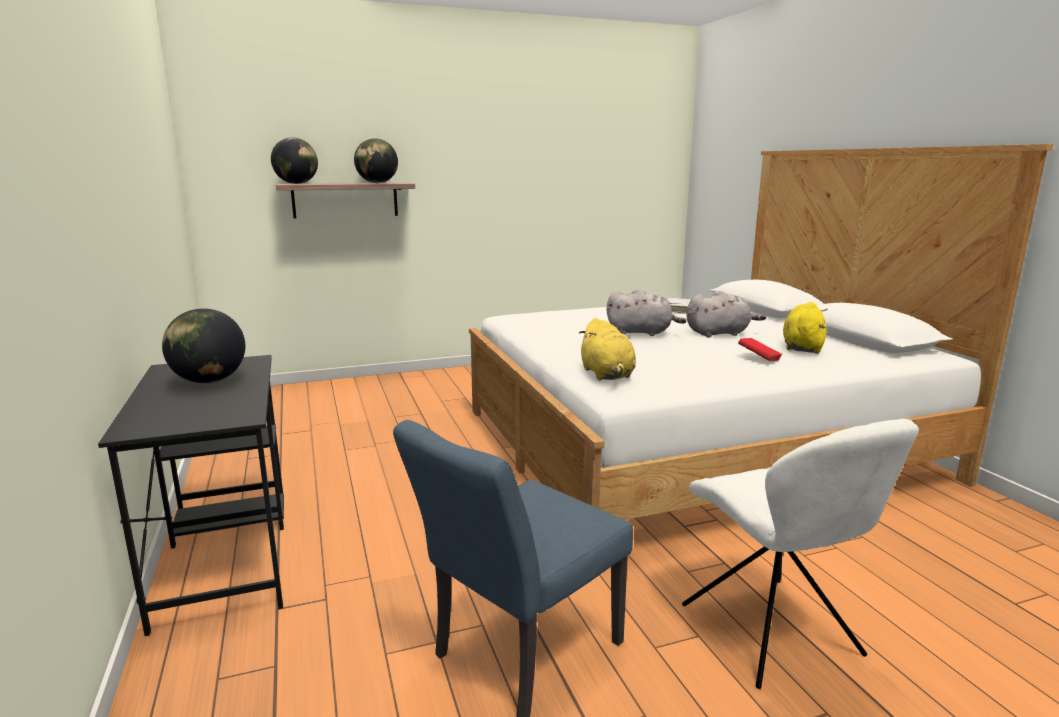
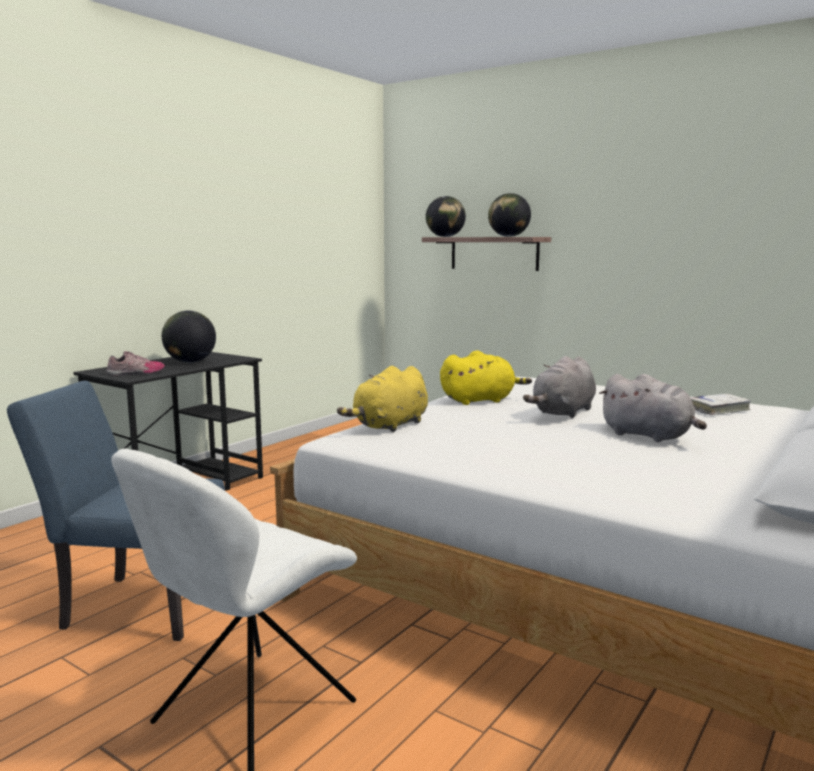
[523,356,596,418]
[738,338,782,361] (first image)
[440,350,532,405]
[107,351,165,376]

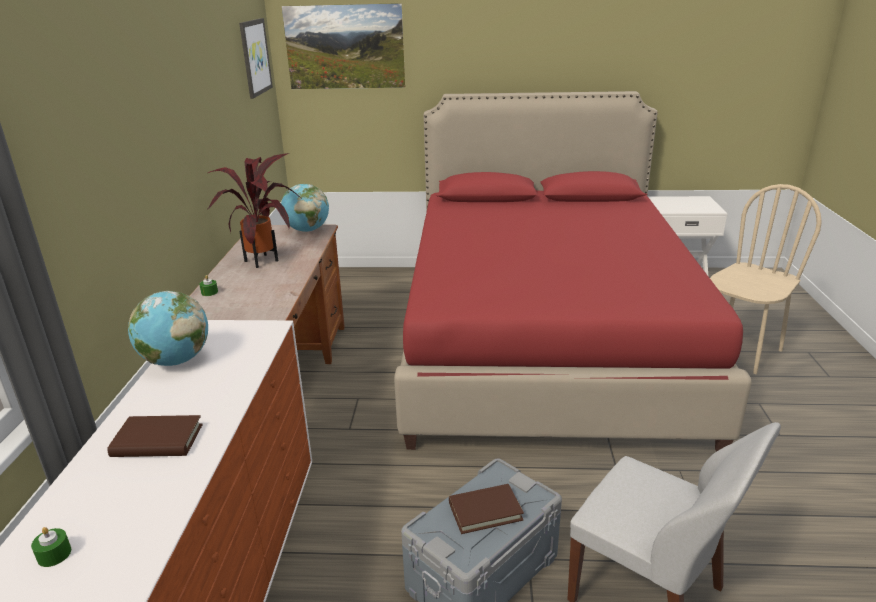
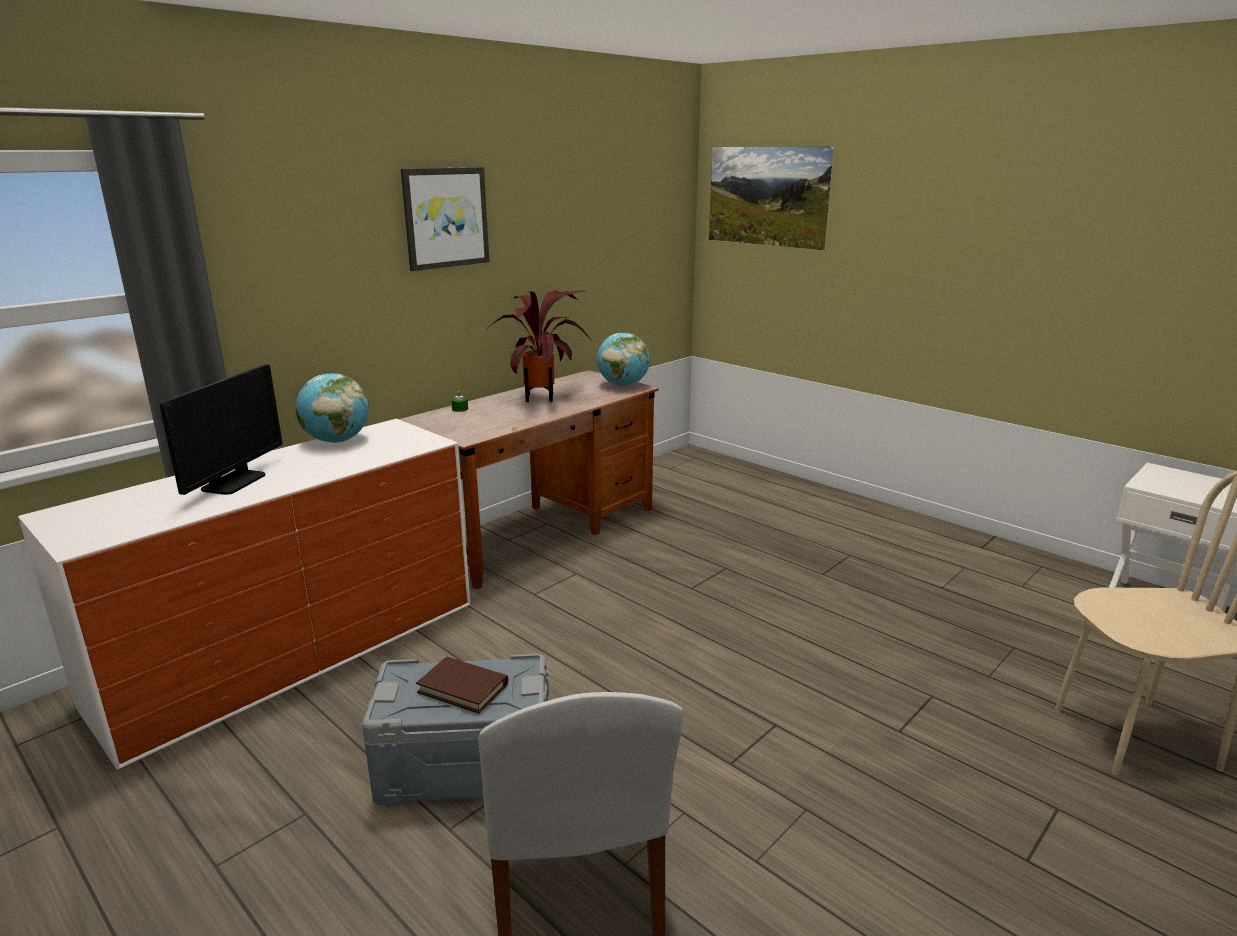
[31,527,71,567] (first image)
[159,364,283,495]
[401,167,489,271]
[394,91,752,452] (first image)

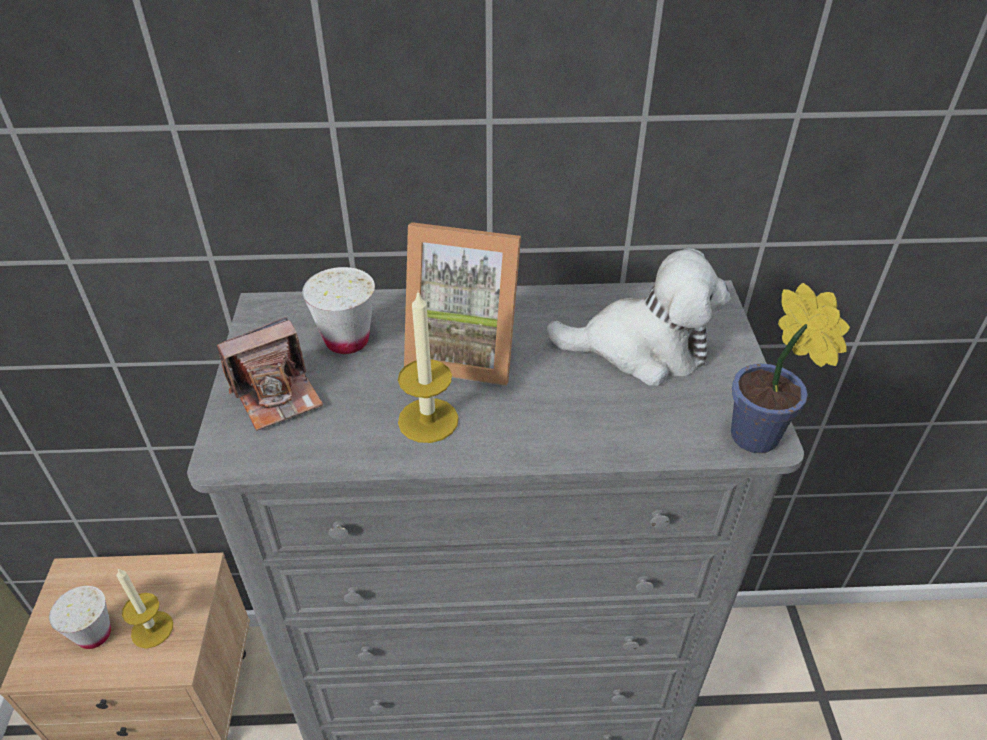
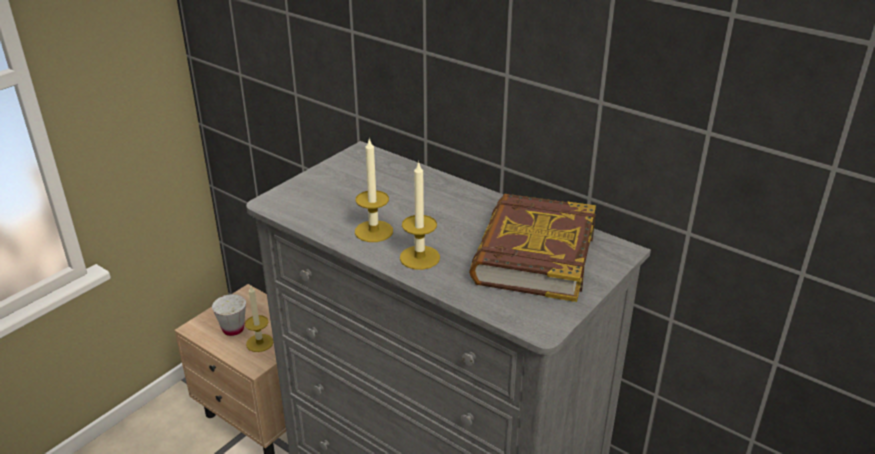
[217,317,323,431] (first image)
[302,267,375,354] (first image)
[404,222,521,386] (first image)
[469,194,596,302]
[731,283,850,453] (first image)
[400,161,440,270]

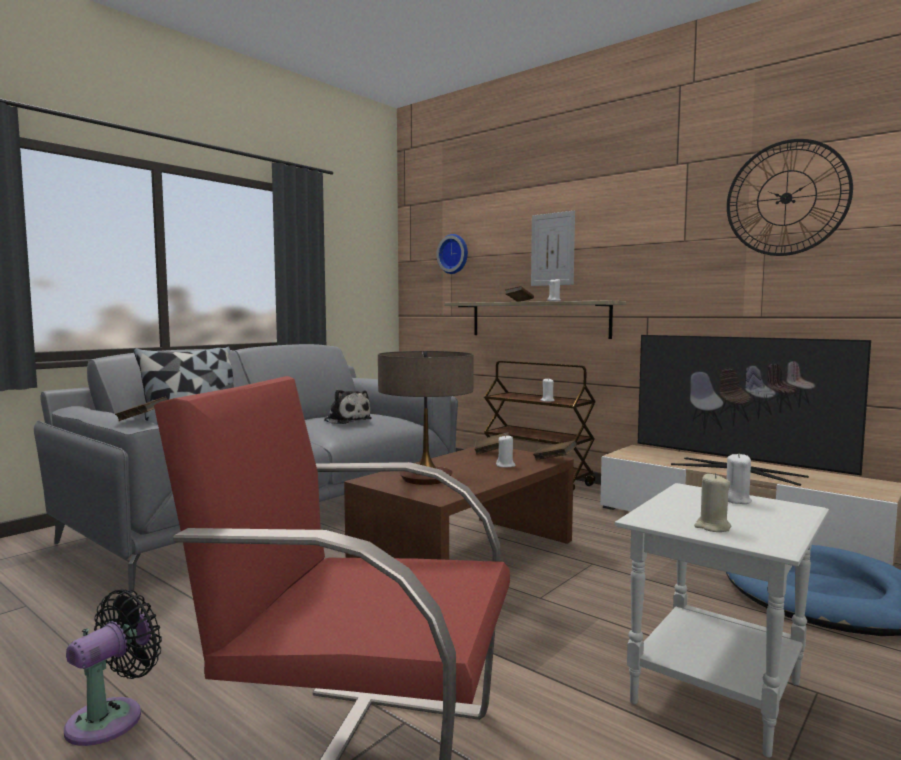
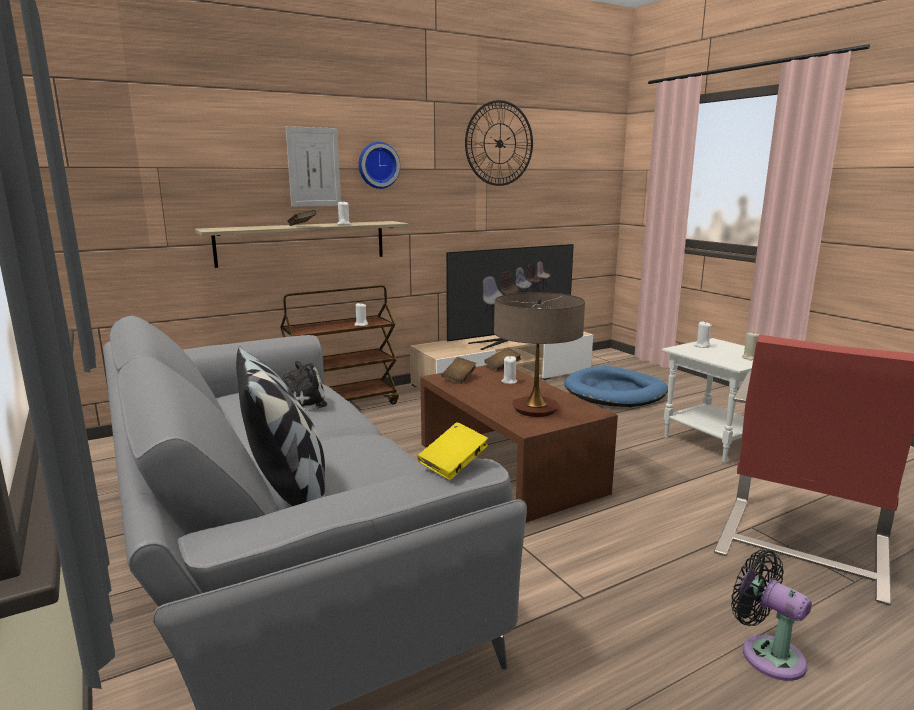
[417,422,488,480]
[358,142,400,189]

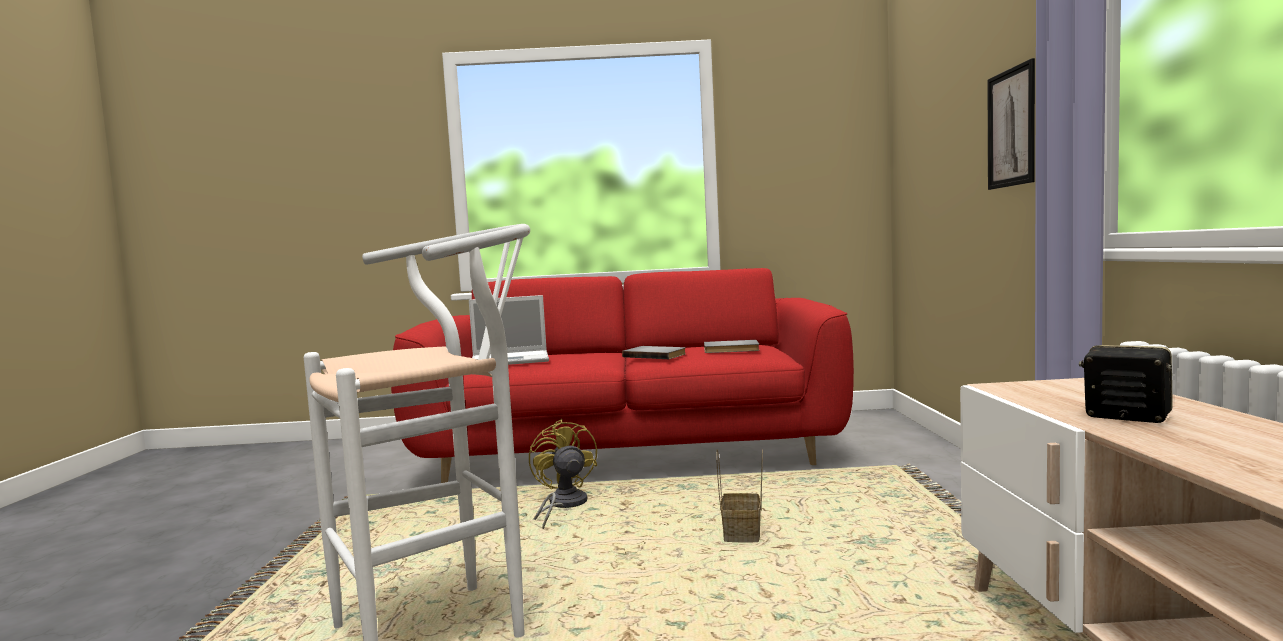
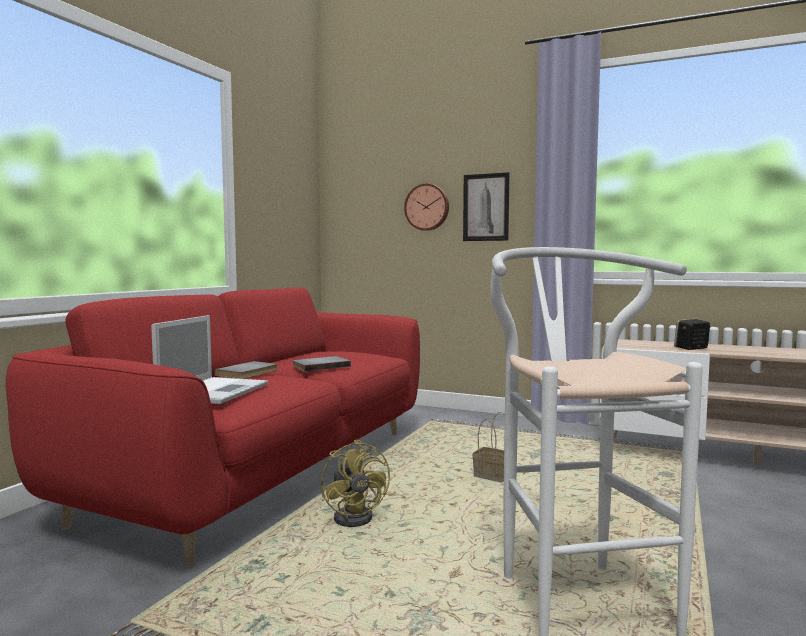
[321,440,390,527]
[214,361,278,379]
[404,183,449,231]

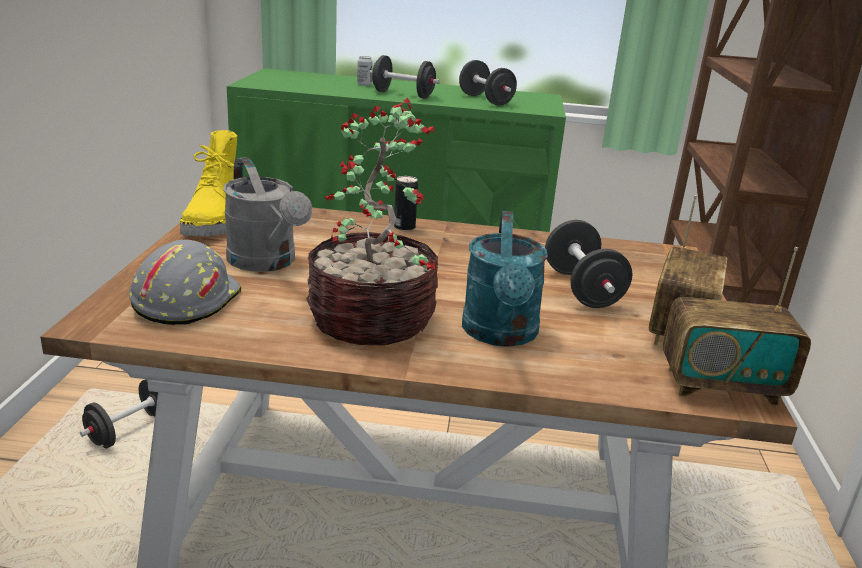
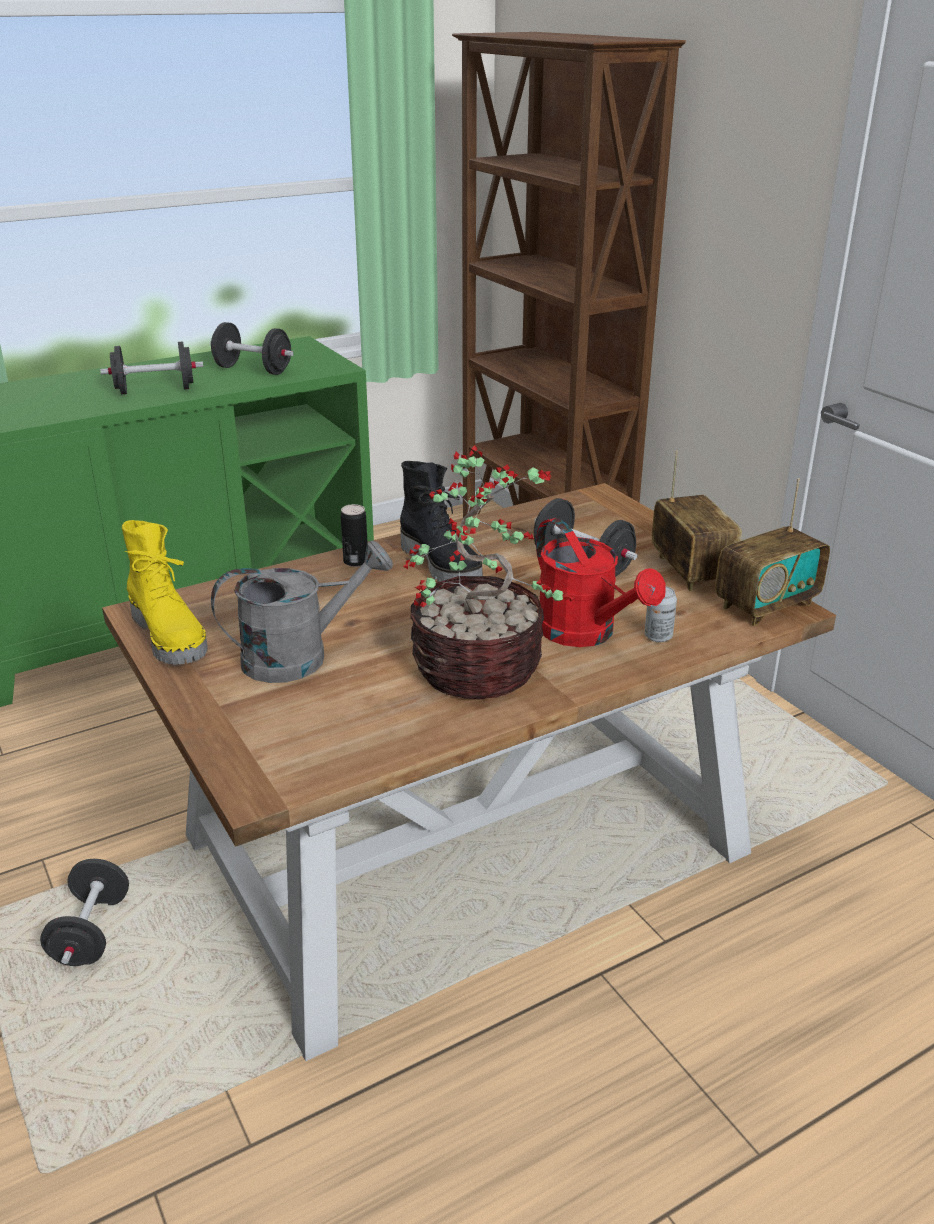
[129,240,241,325] (first image)
[211,540,393,683]
[645,586,677,642]
[536,518,666,647]
[400,461,483,582]

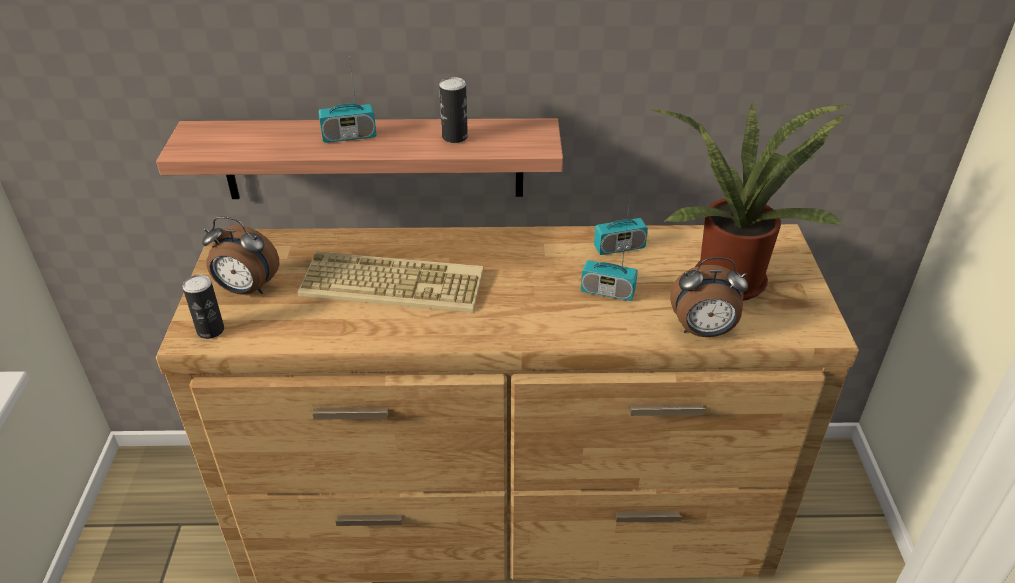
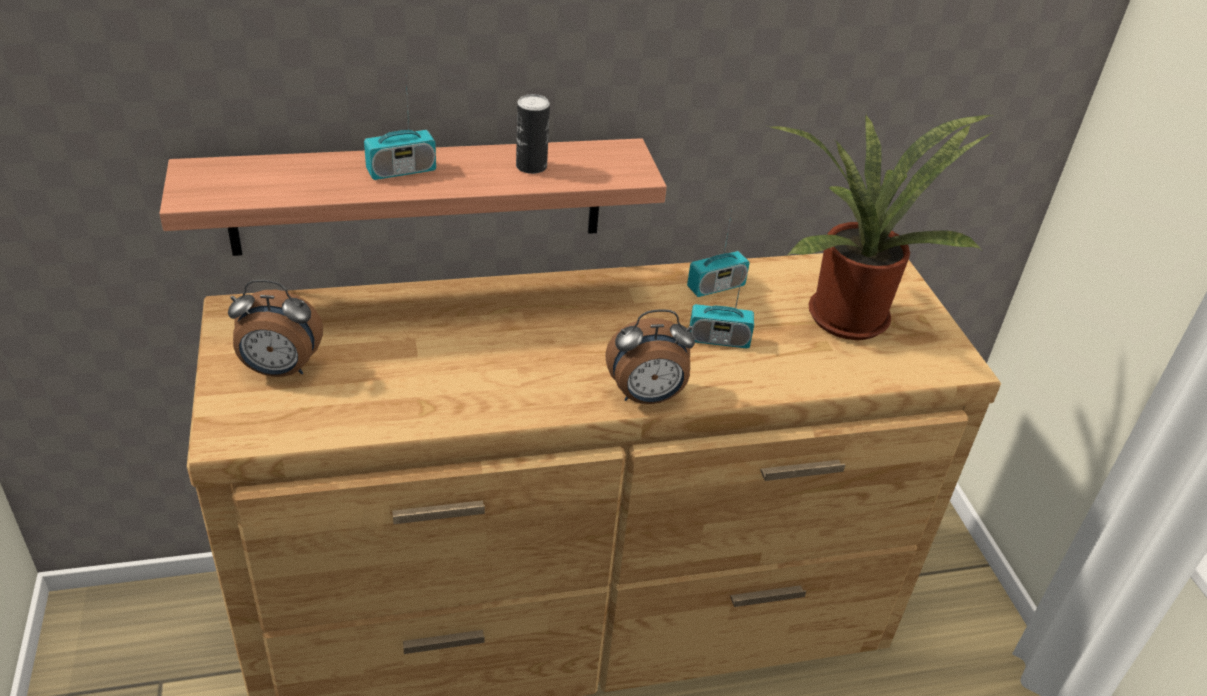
[183,275,224,339] (first image)
[298,252,483,312] (first image)
[605,309,695,404]

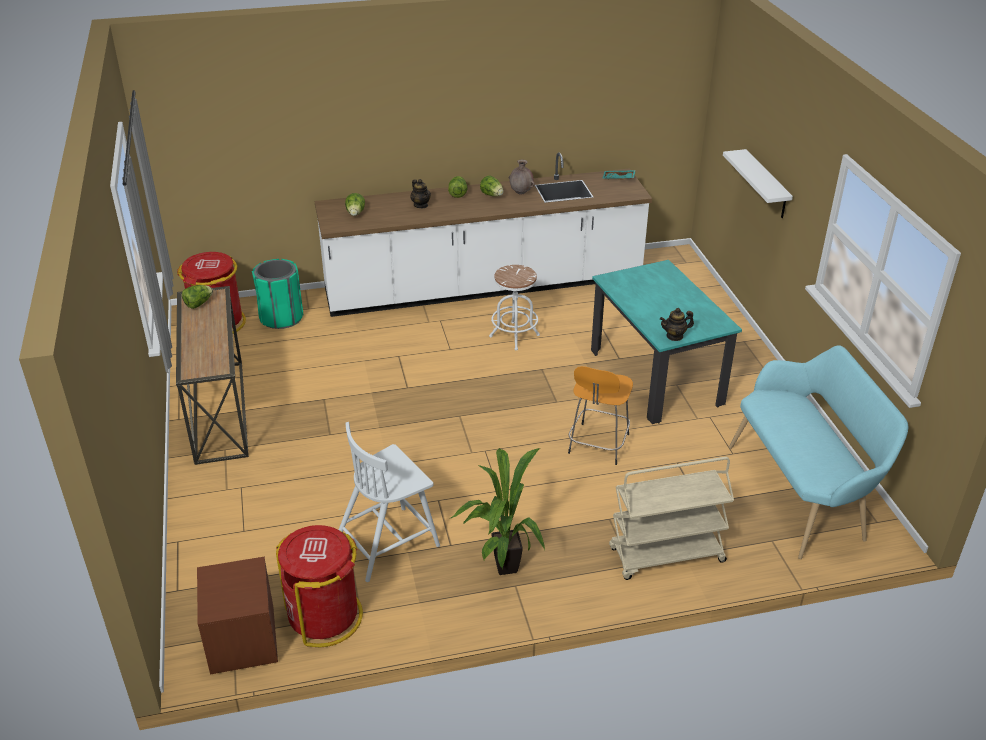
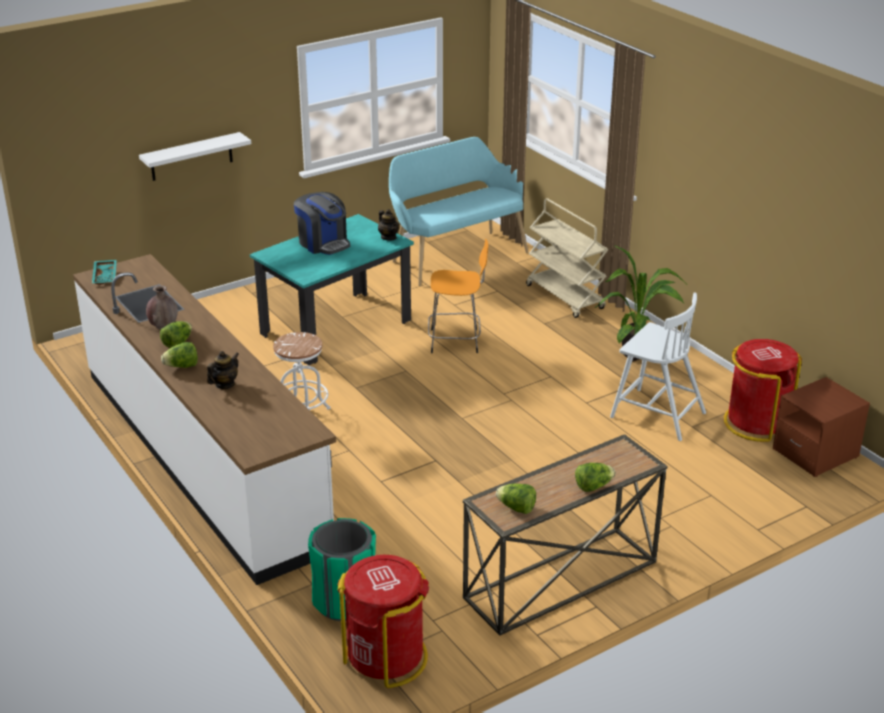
[575,463,615,492]
[294,192,350,255]

